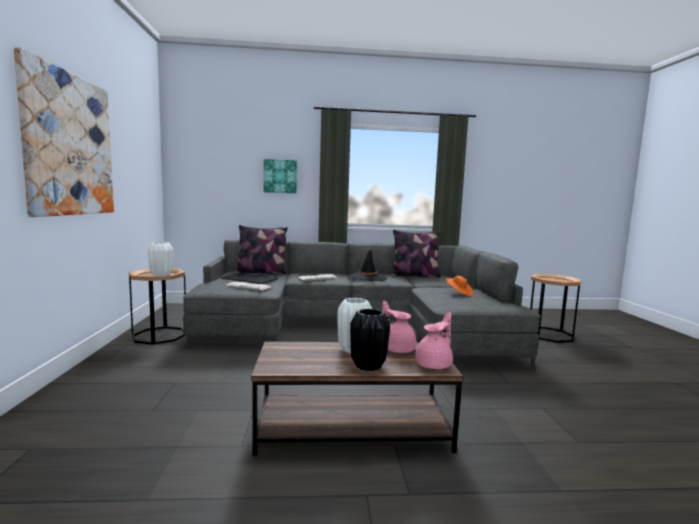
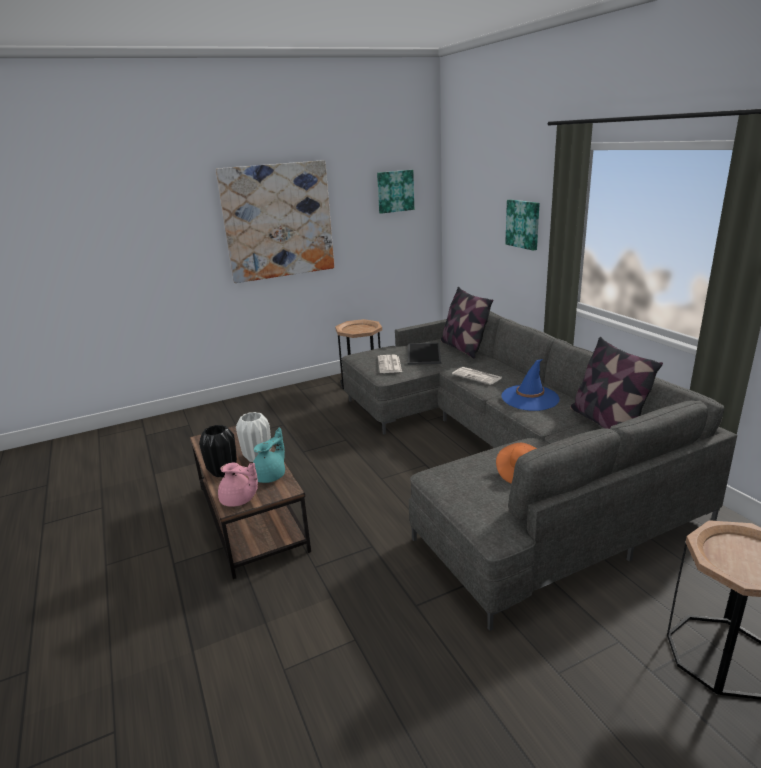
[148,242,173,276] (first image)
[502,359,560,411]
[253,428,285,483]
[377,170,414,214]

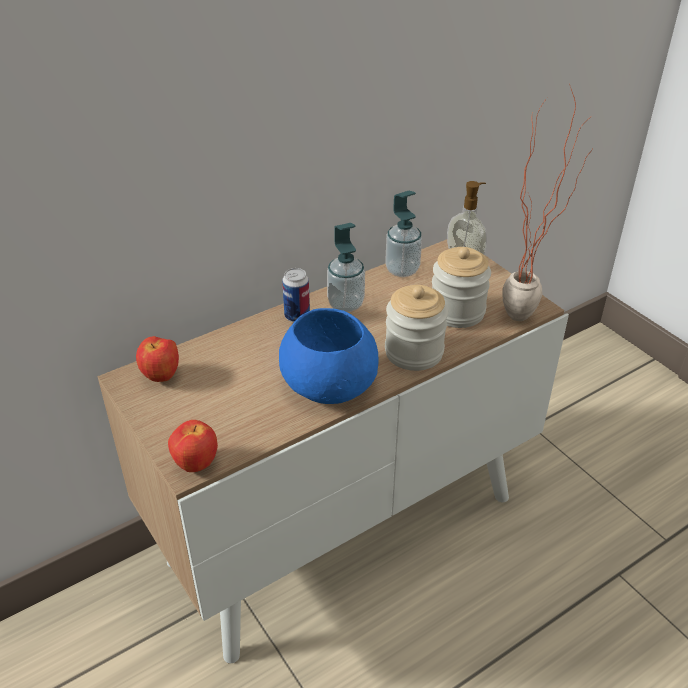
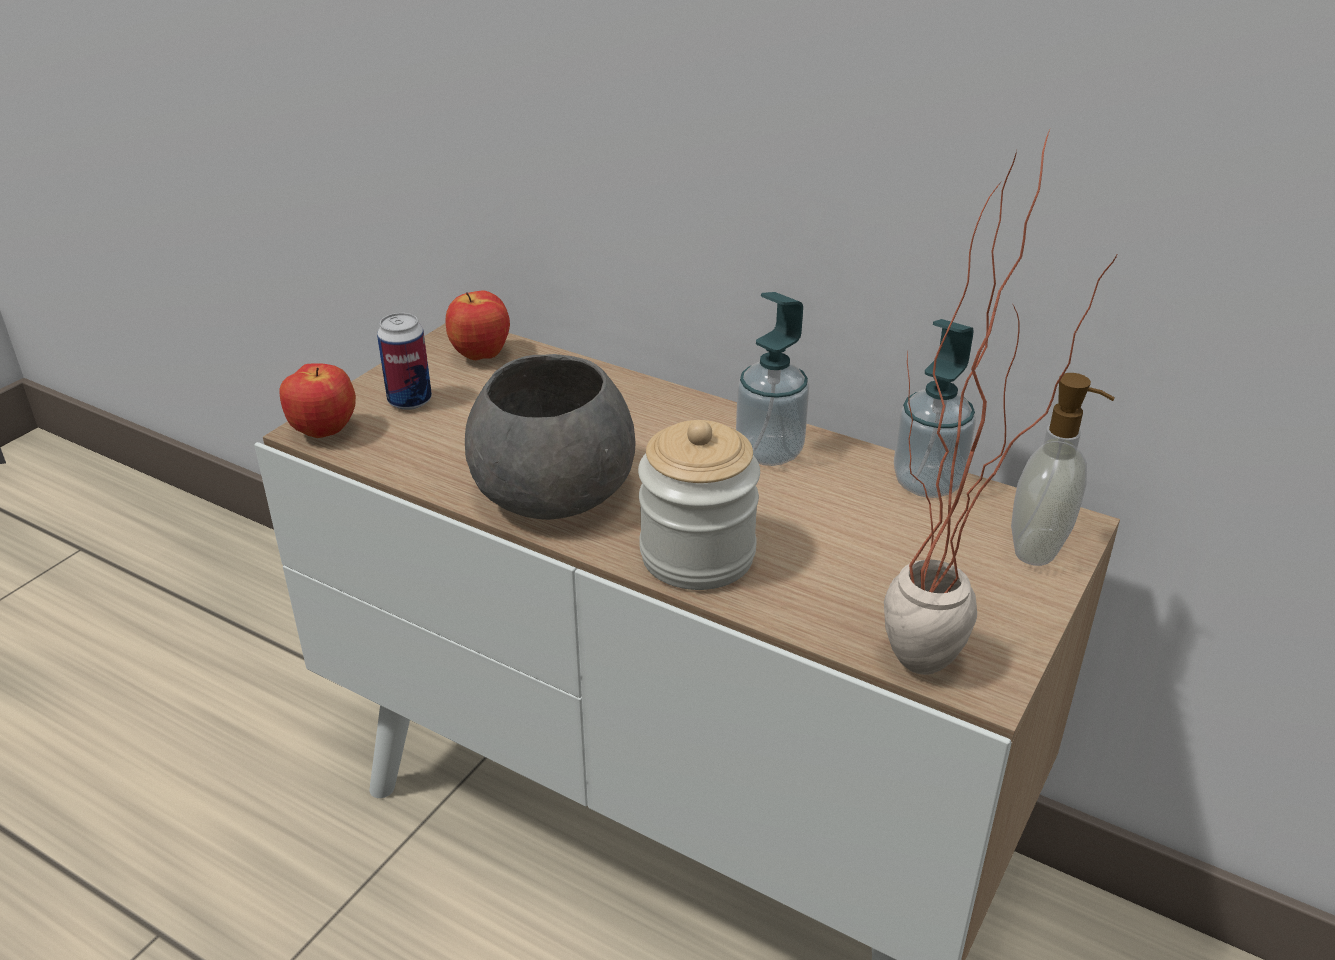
[465,354,636,520]
[377,313,432,410]
[432,247,491,328] (first image)

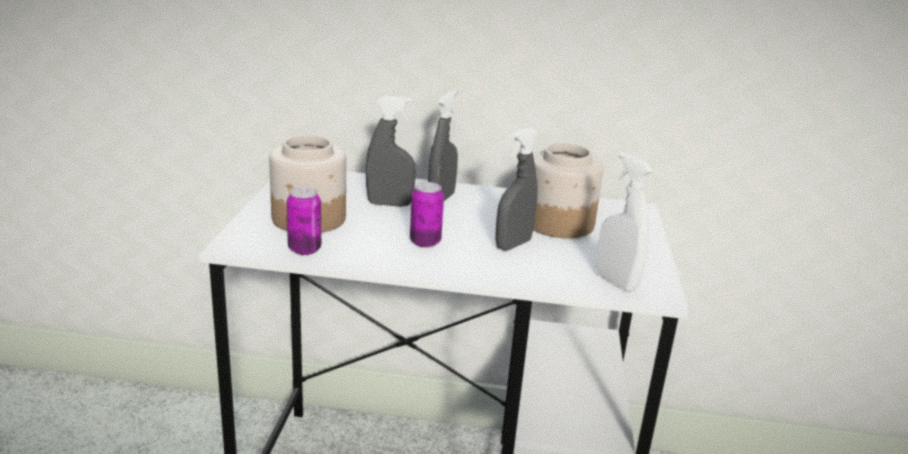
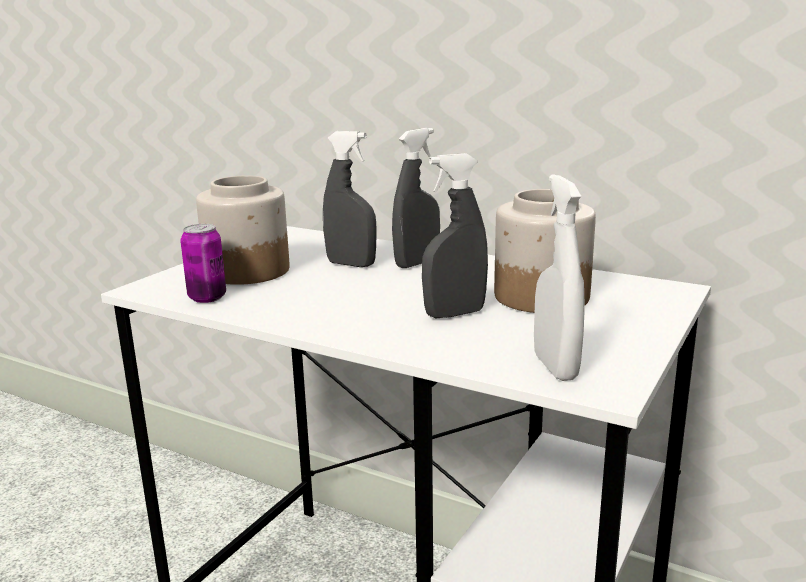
[410,182,444,248] (first image)

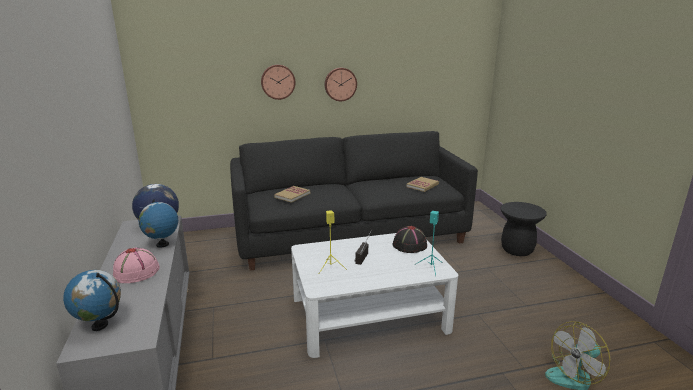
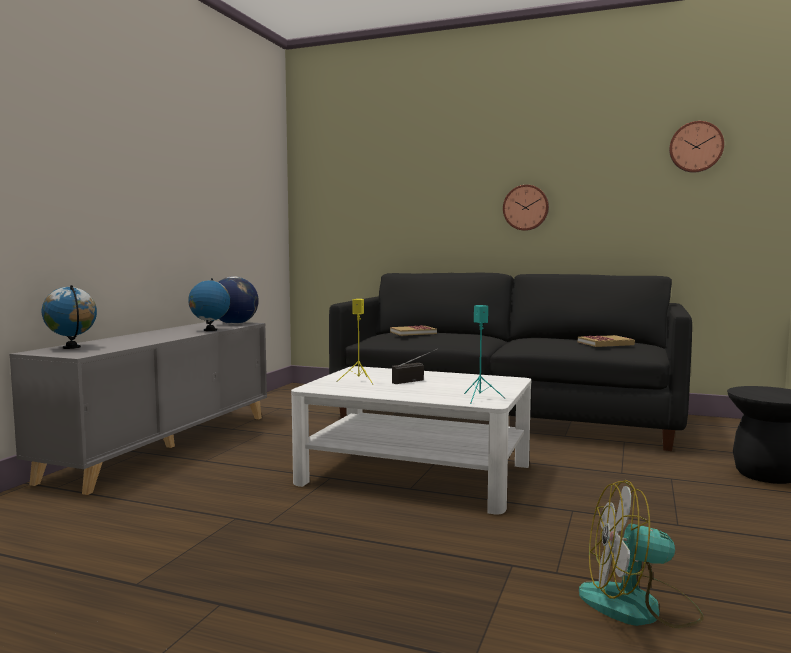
[113,247,160,283] (first image)
[669,121,724,173]
[393,226,427,253] (first image)

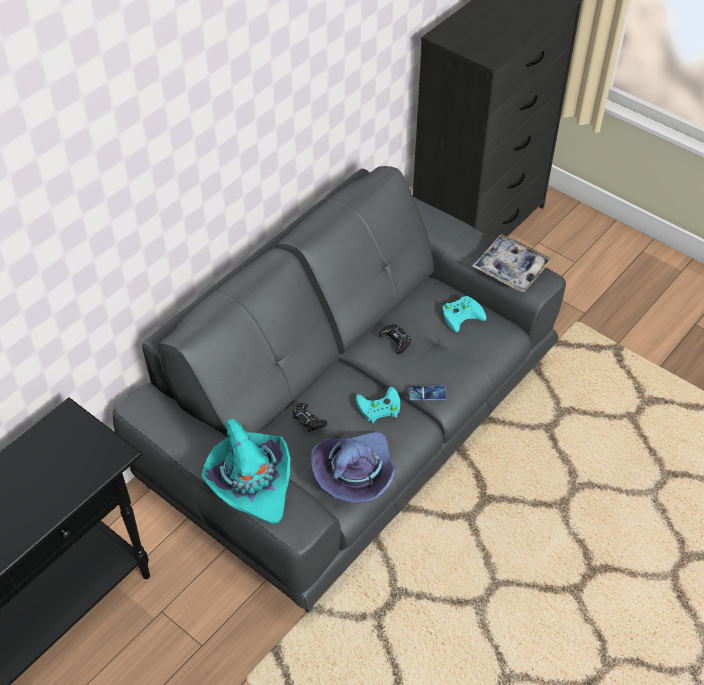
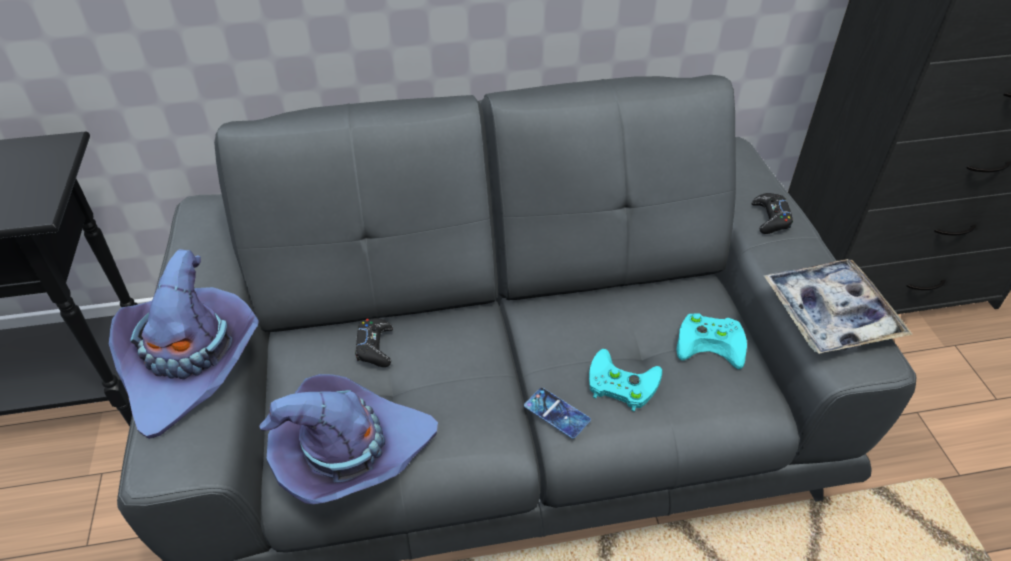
[109,249,259,439]
[589,349,662,412]
[752,193,793,234]

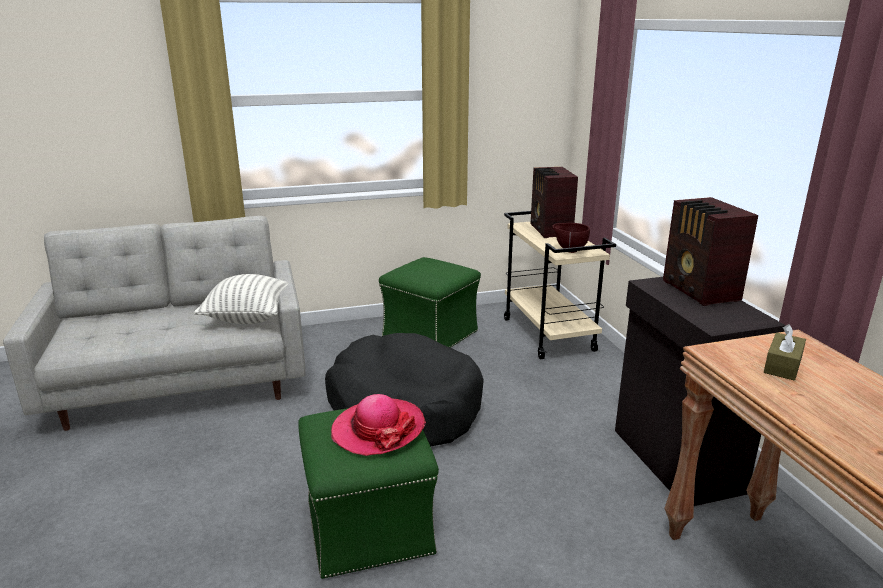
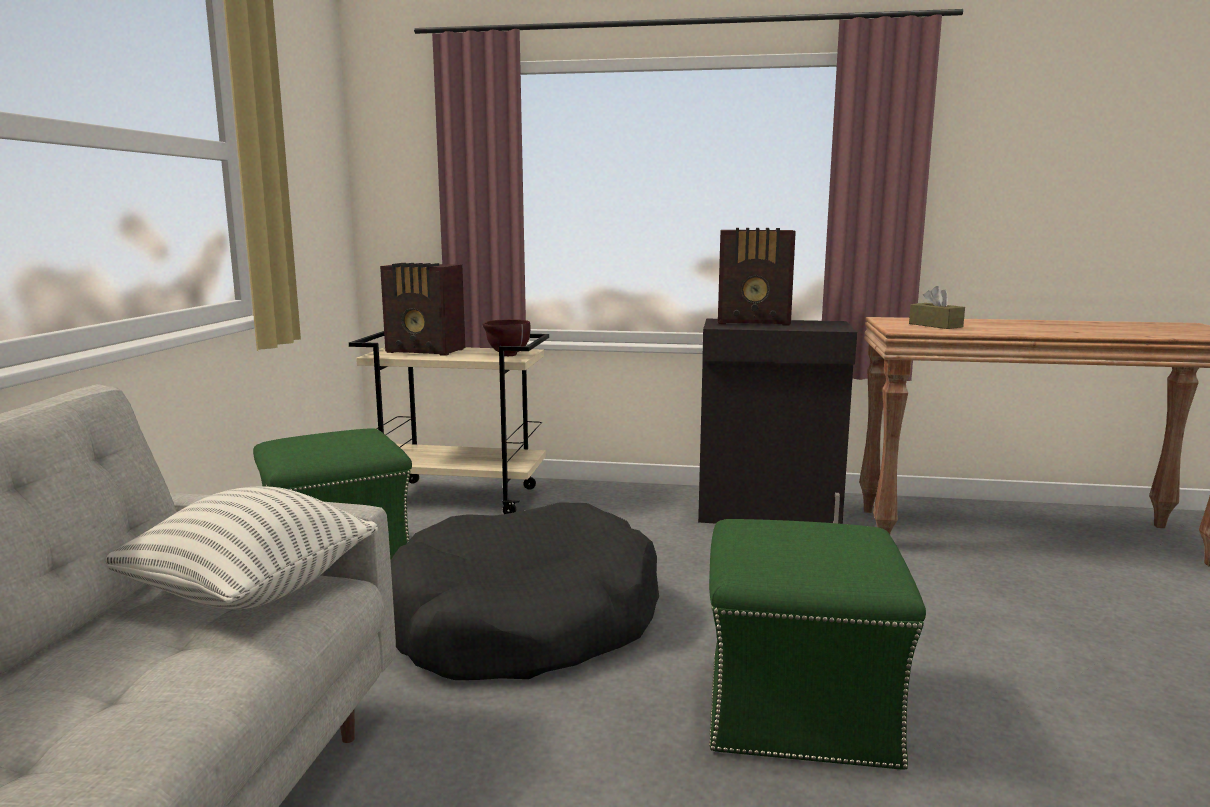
[331,394,426,456] (first image)

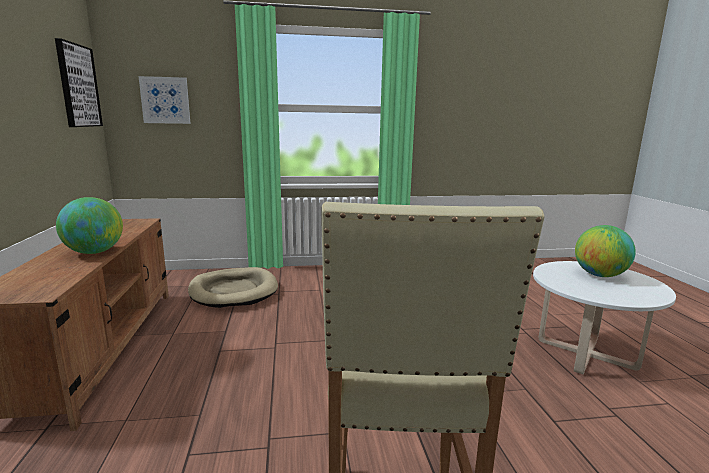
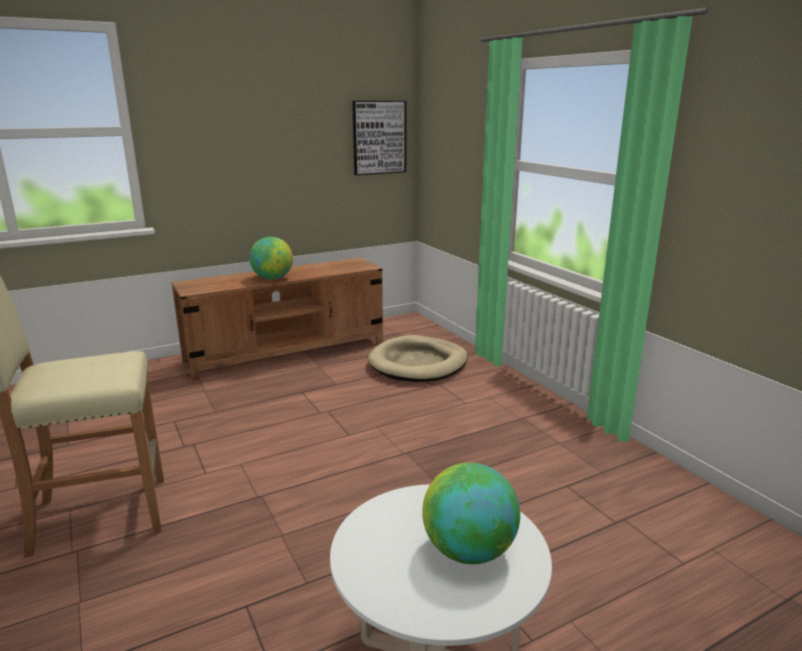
[139,76,191,124] (first image)

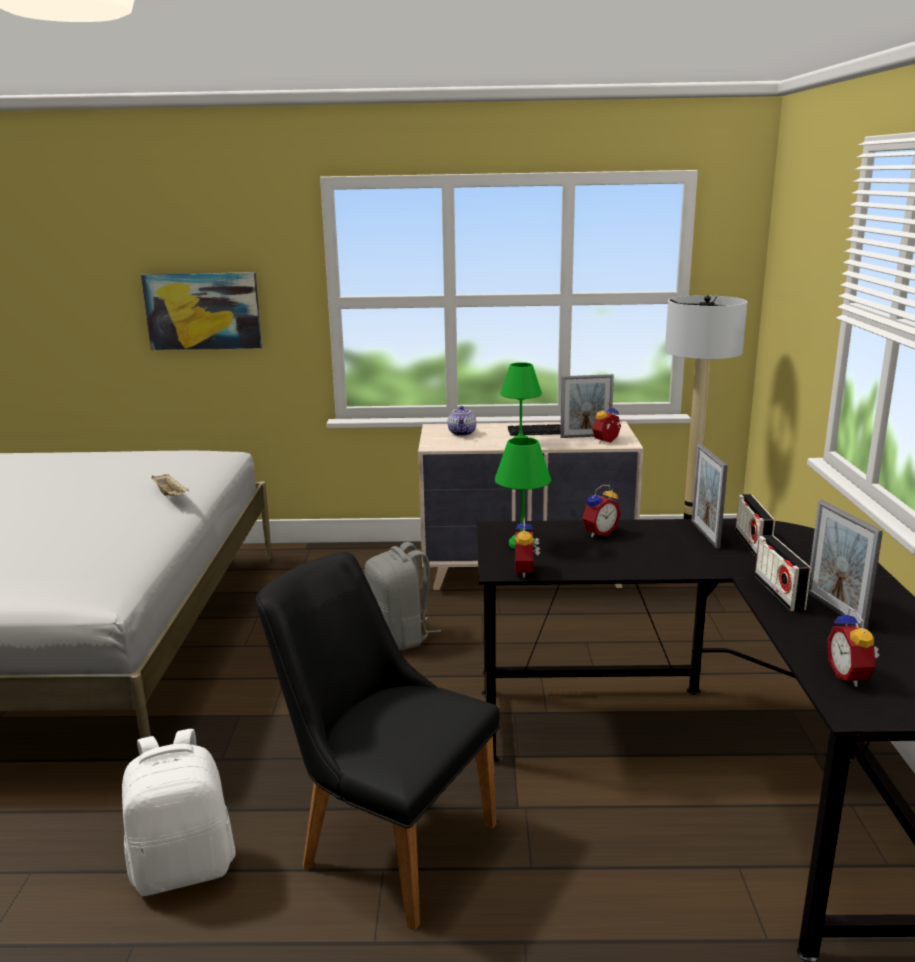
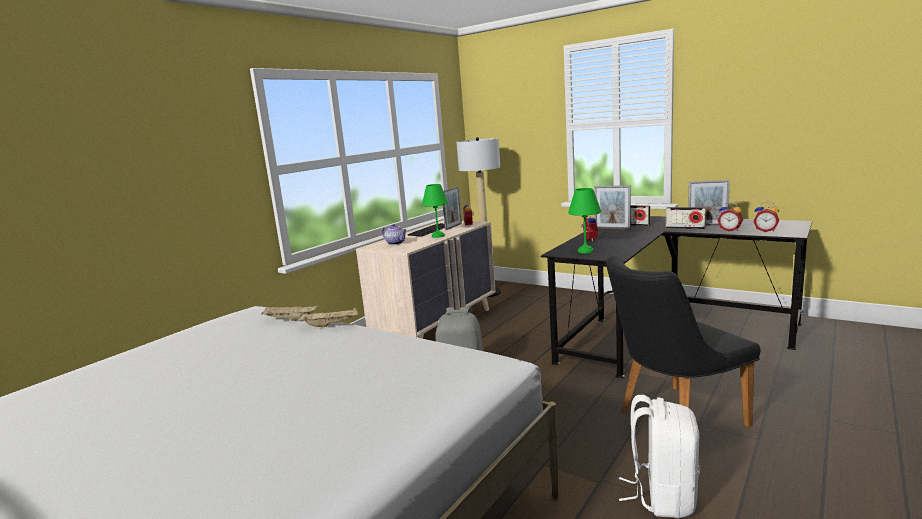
[141,272,262,350] (first image)
[717,202,743,232]
[261,306,318,321]

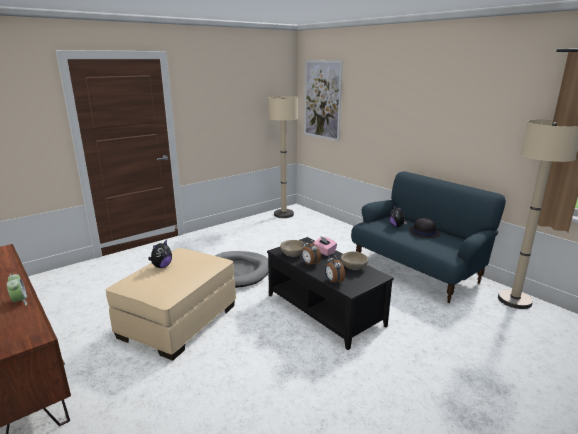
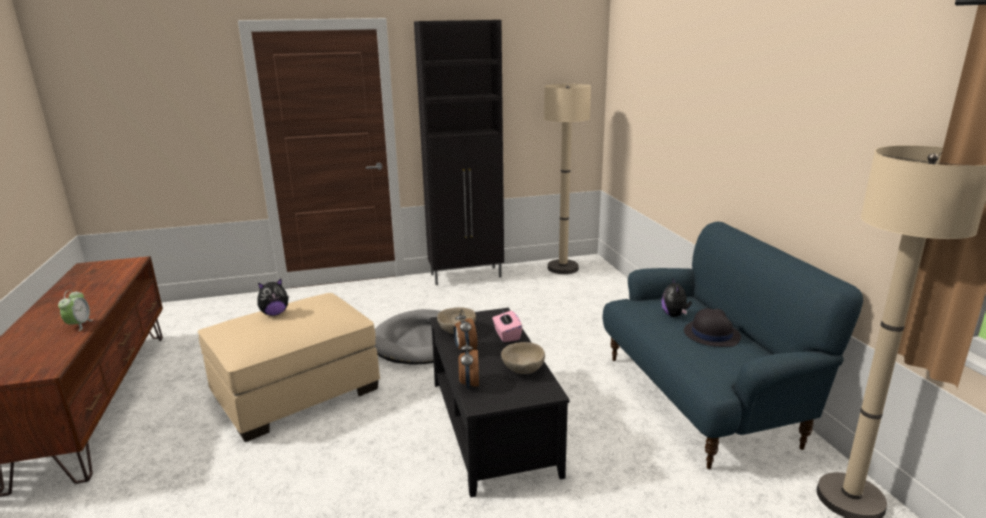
[304,60,343,141] (first image)
[414,20,504,285]

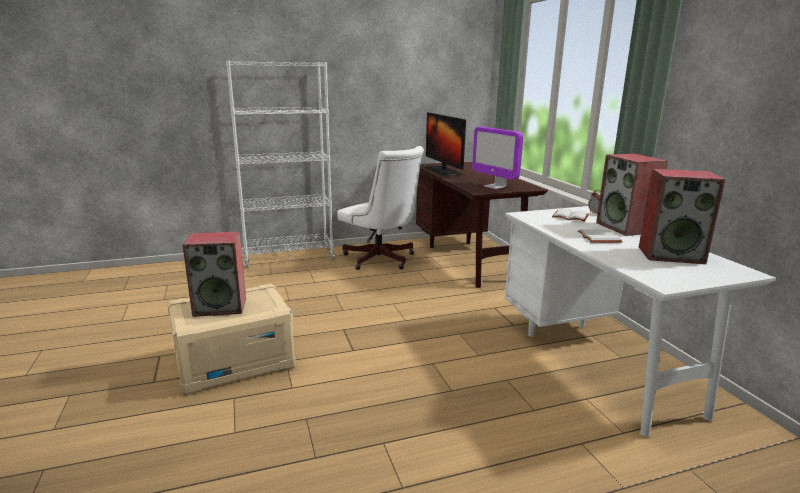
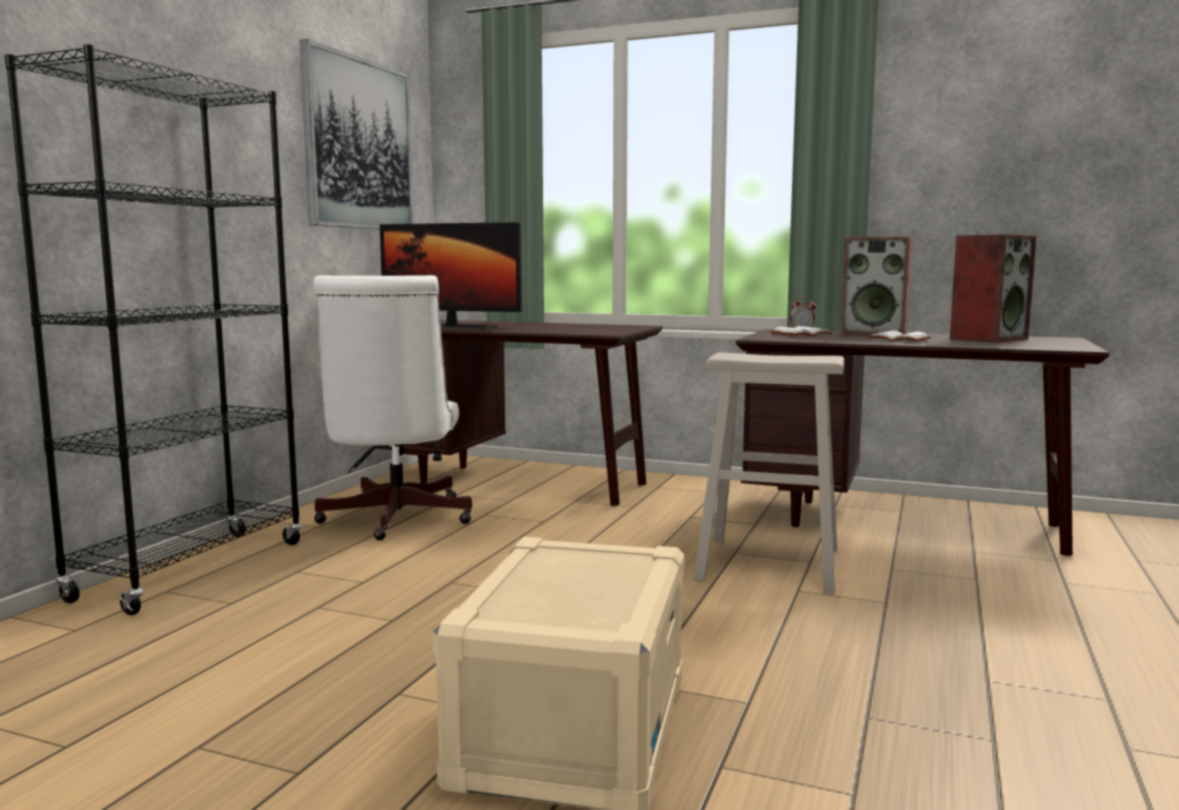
[183,231,246,317] (first image)
[5,44,302,615]
[313,275,472,540]
[472,127,523,189] (first image)
[736,329,1109,556]
[300,39,413,229]
[694,353,844,594]

